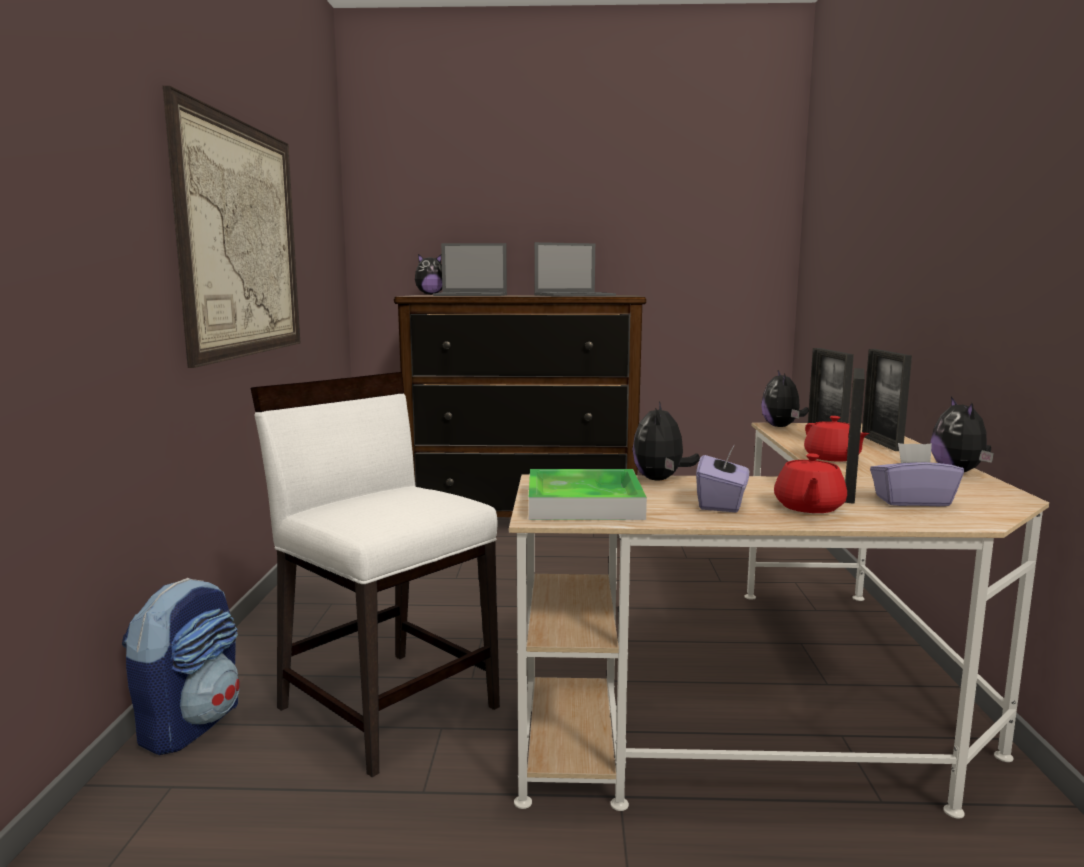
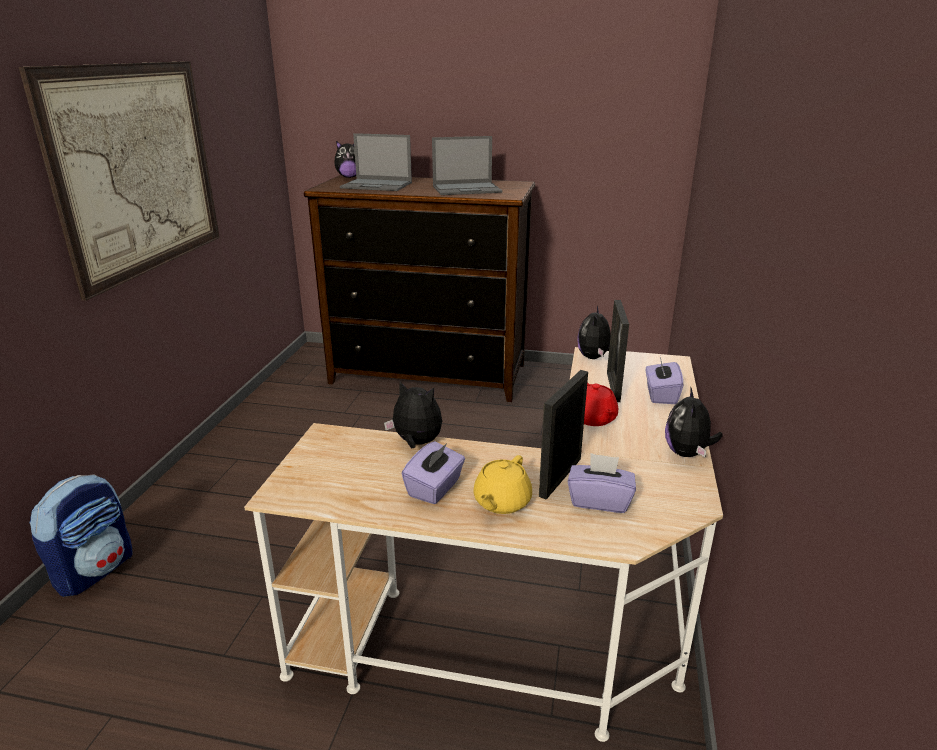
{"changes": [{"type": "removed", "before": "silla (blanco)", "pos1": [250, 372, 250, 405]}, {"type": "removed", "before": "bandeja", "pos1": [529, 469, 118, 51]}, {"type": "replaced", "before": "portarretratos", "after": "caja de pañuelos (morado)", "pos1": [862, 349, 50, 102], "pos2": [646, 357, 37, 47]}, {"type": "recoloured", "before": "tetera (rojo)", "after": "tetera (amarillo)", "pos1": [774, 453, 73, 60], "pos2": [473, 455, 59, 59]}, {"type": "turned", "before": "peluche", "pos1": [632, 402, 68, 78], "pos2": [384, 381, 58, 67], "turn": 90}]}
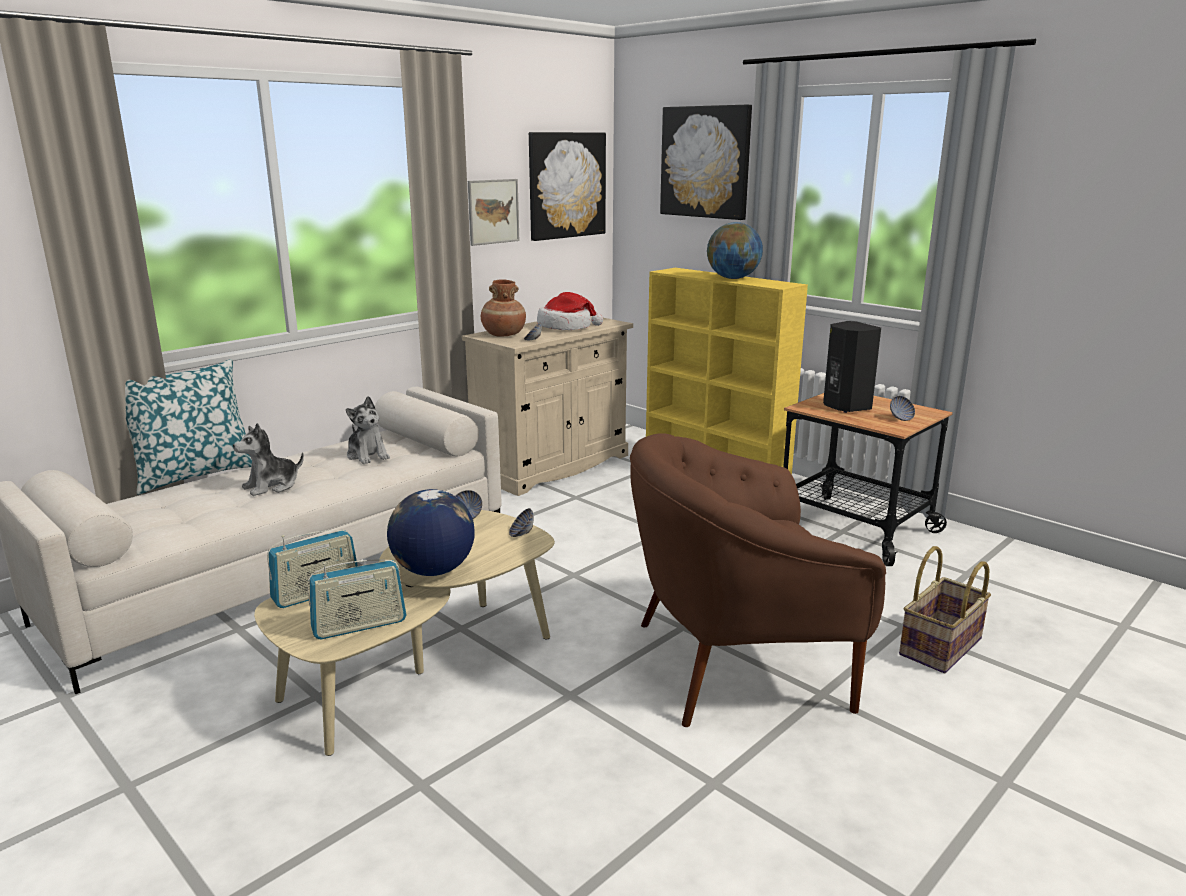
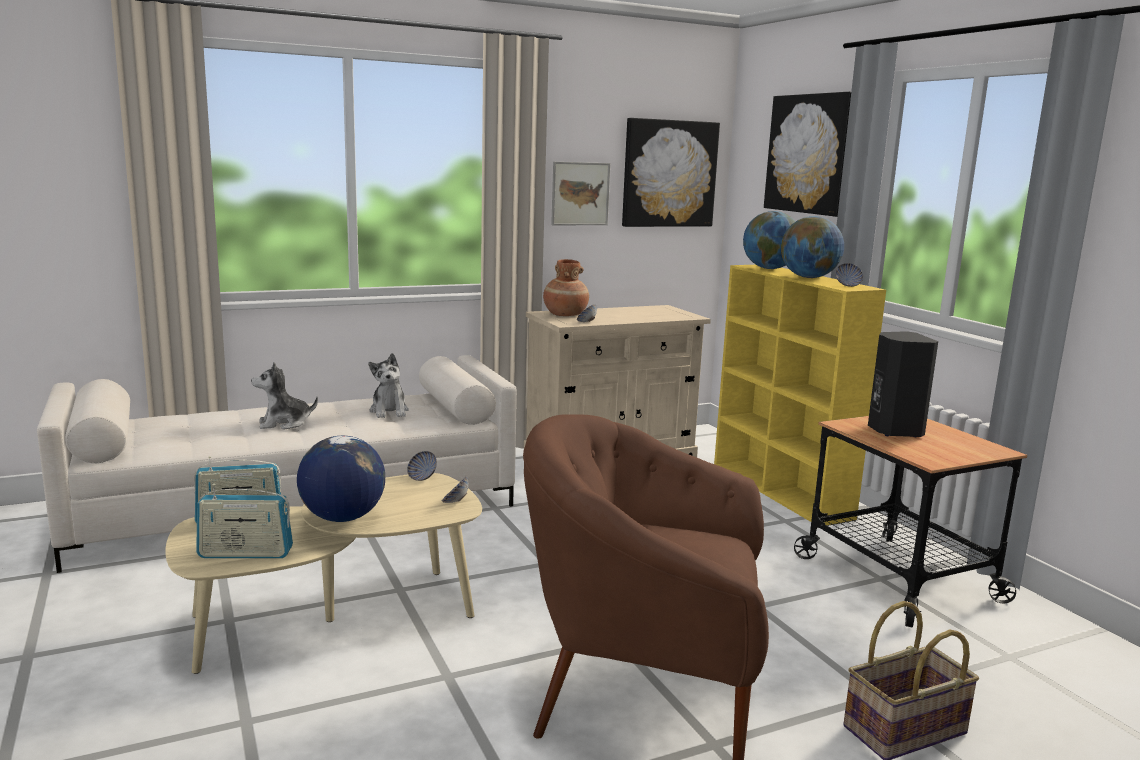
{"changes": [{"type": "removed", "before": "cojín", "pos1": [125, 359, 127, 136]}, {"type": "removed", "before": "sombrero", "pos1": [537, 292, 66, 38]}, {"type": "added", "after": "globo terráqueo", "pos2": [743, 211, 53, 58]}, {"type": "moved", "before": "cuenco", "pos1": [890, 396, 25, 25], "pos2": [836, 263, 27, 24]}]}
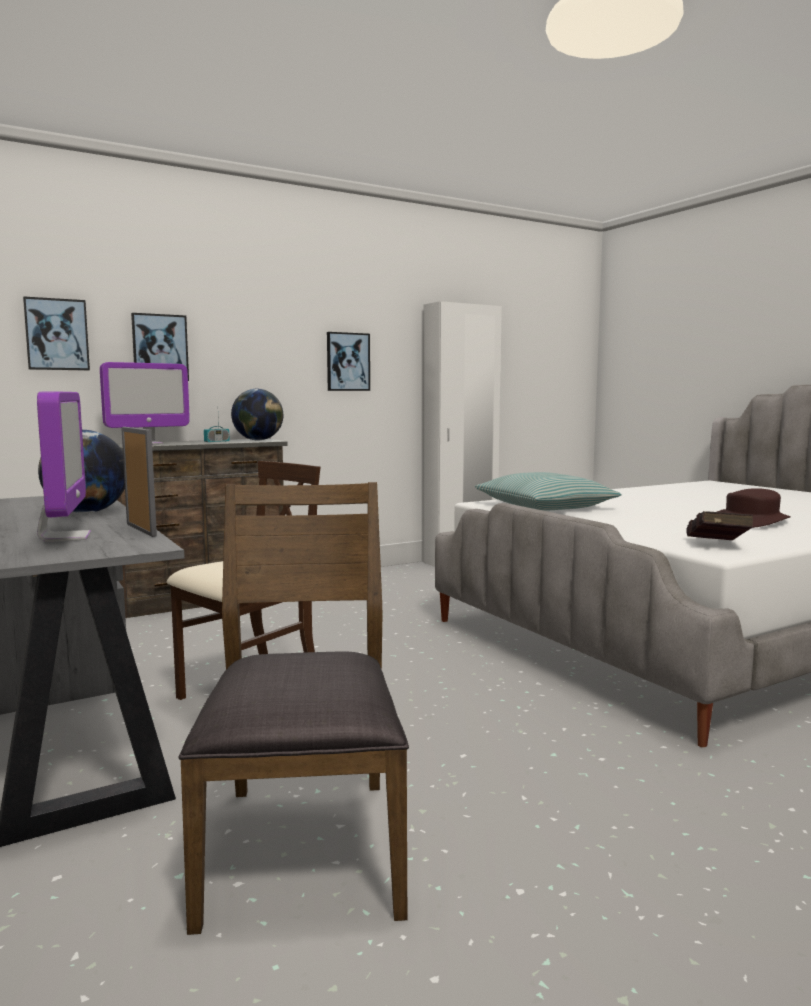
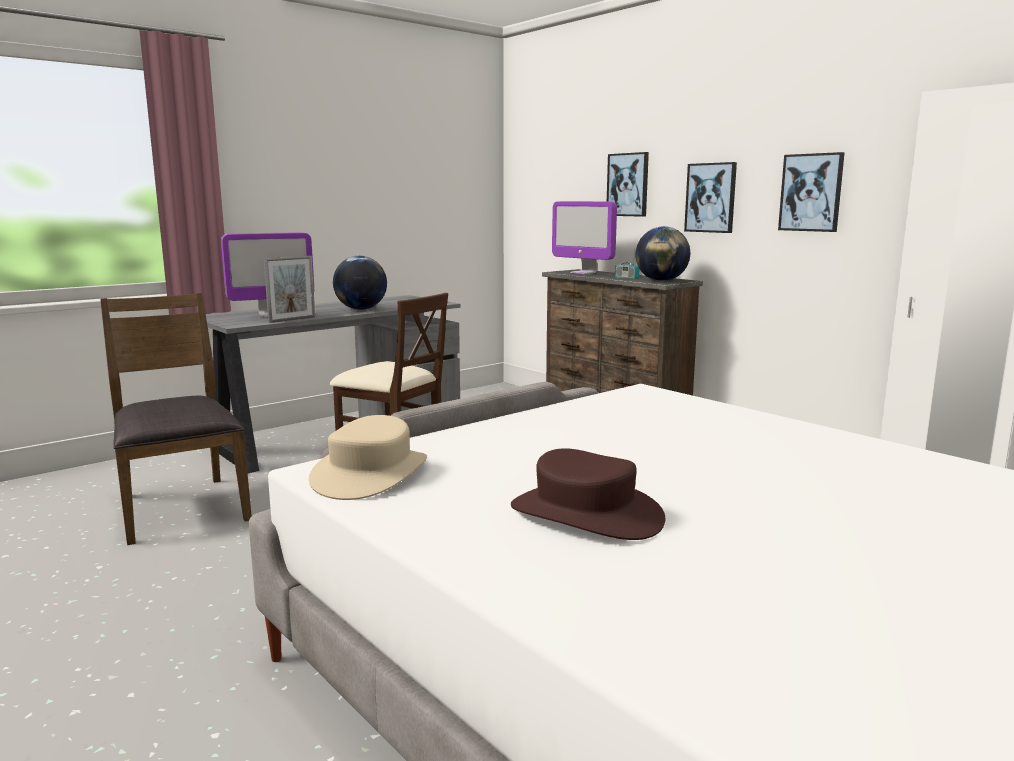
{"changes": [{"type": "removed", "before": "cojín", "pos1": [475, 472, 146, 38]}, {"type": "moved", "before": "cuadro", "pos1": [23, 296, 67, 74], "pos2": [684, 162, 53, 71]}, {"type": "replaced", "before": "libro (rojo)", "after": "sombrero (beis)", "pos1": [686, 511, 67, 29], "pos2": [309, 415, 118, 85]}, {"type": "turned", "before": "silla (marrón)", "pos1": [179, 482, 230, 453], "pos2": [100, 293, 152, 252], "turn": -105}]}
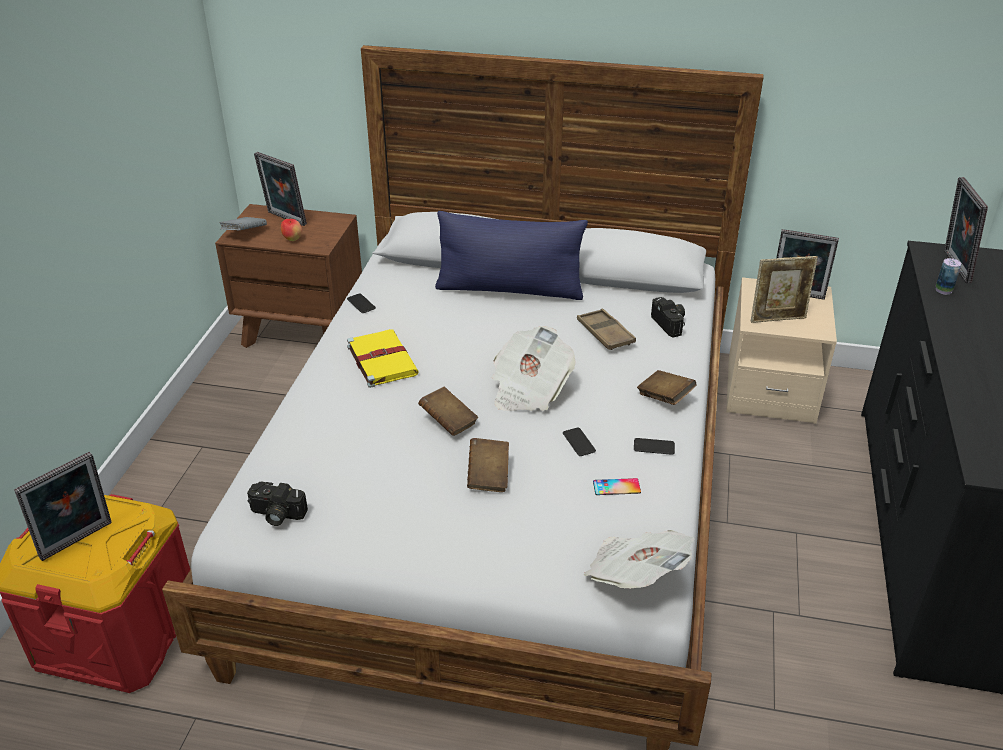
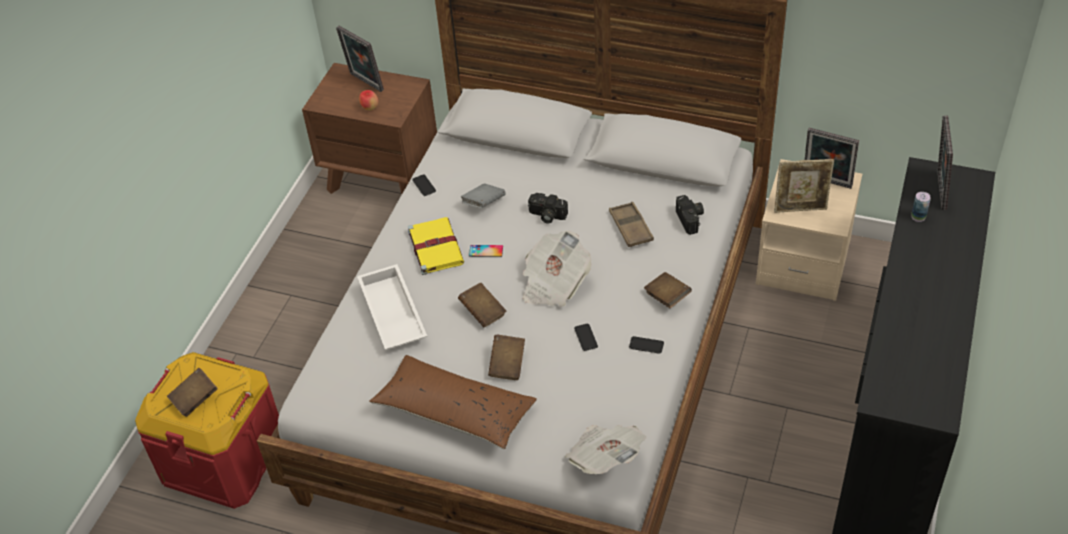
{"changes": [{"type": "removed", "before": "cojín (azul)", "pos1": [435, 211, 153, 89]}, {"type": "added", "after": "bandeja (blanco)", "pos2": [357, 264, 70, 86]}, {"type": "added", "after": "cojín (marrón)", "pos2": [369, 355, 168, 94]}, {"type": "moved", "before": "libro (gris)", "pos1": [219, 217, 48, 13], "pos2": [461, 184, 45, 24]}, {"type": "moved", "before": "cámara", "pos1": [247, 482, 61, 44], "pos2": [528, 193, 40, 31]}, {"type": "moved", "before": "móvil", "pos1": [593, 478, 48, 17], "pos2": [469, 245, 34, 12]}, {"type": "replaced", "before": "portarretratos", "after": "libro (marrón)", "pos1": [14, 452, 98, 109], "pos2": [167, 368, 51, 49]}]}
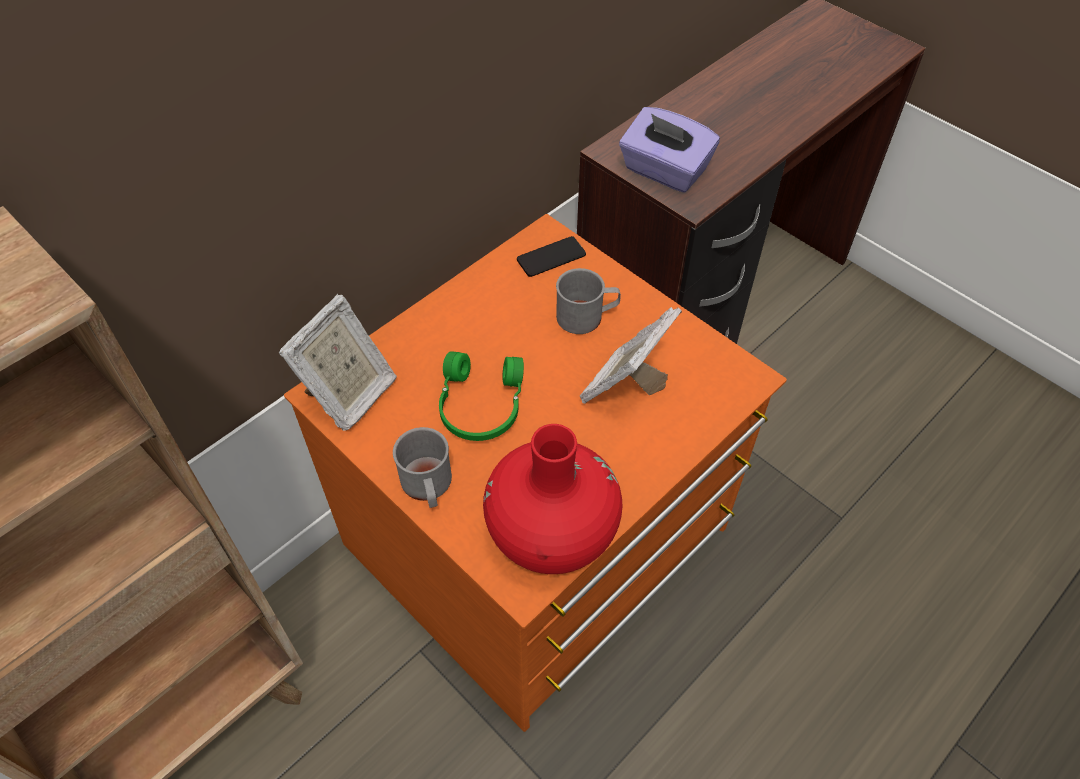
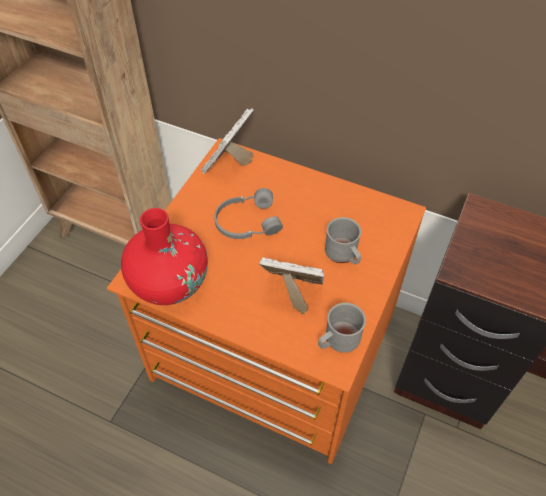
{"changes": [{"type": "removed", "before": "móvil", "pos1": [517, 236, 69, 41]}, {"type": "removed", "before": "caja de pañuelos (morado)", "pos1": [619, 107, 101, 86]}, {"type": "moved", "before": "taza grande (gris)", "pos1": [393, 427, 59, 81], "pos2": [318, 303, 48, 50]}, {"type": "recoloured", "before": "auriculares (verde)", "after": "auriculares (gris)", "pos1": [439, 351, 85, 90], "pos2": [214, 188, 69, 51]}, {"type": "turned", "before": "portarretratos", "pos1": [279, 294, 118, 137], "pos2": [201, 108, 53, 66], "turn": 105}]}
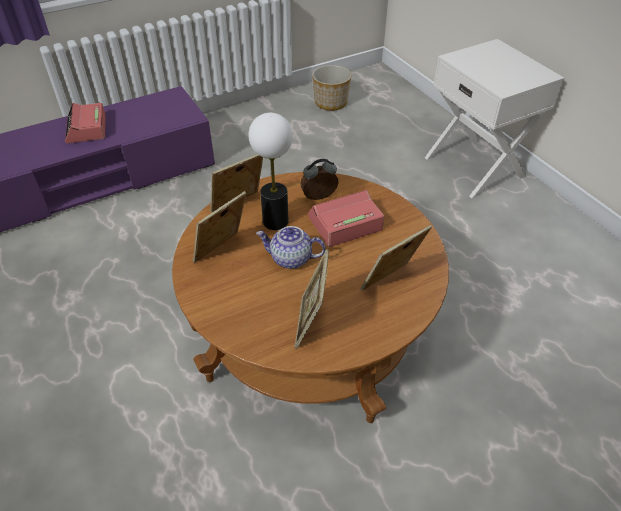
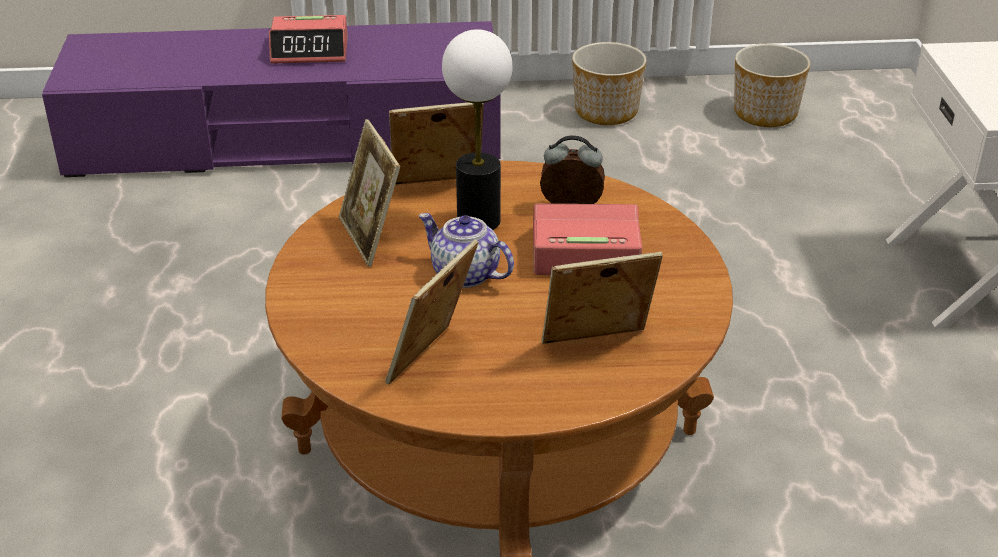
{"changes": [{"type": "added", "after": "maceta", "pos2": [572, 42, 75, 83]}, {"type": "turned", "before": "despertador", "pos1": [65, 103, 41, 40], "pos2": [269, 15, 79, 49], "turn": -105}, {"type": "turned", "before": "portarretratos", "pos1": [193, 191, 53, 72], "pos2": [339, 119, 61, 148], "turn": -90}]}
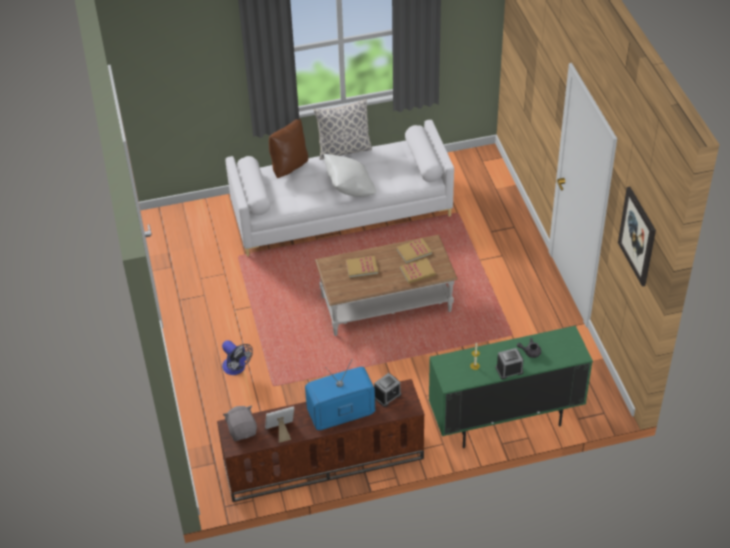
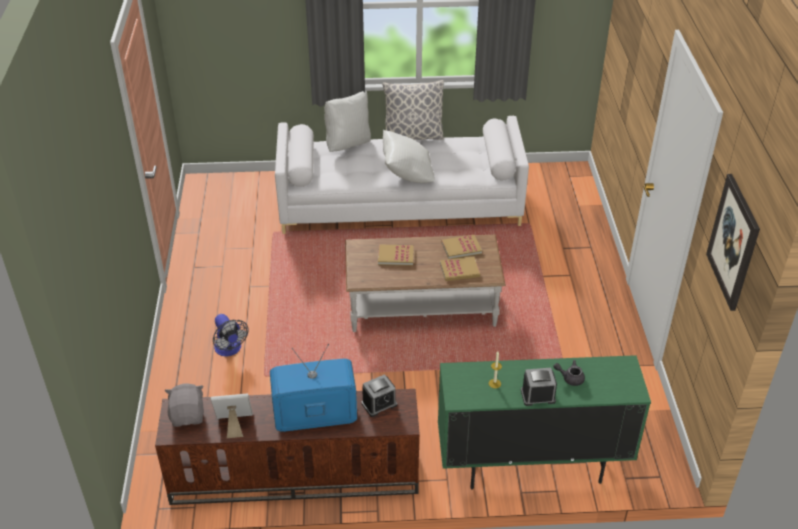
{"changes": [{"type": "recoloured", "before": "cojín (marrón)", "after": "cojín (blanco)", "pos1": [269, 118, 39, 60], "pos2": [324, 91, 47, 61]}]}
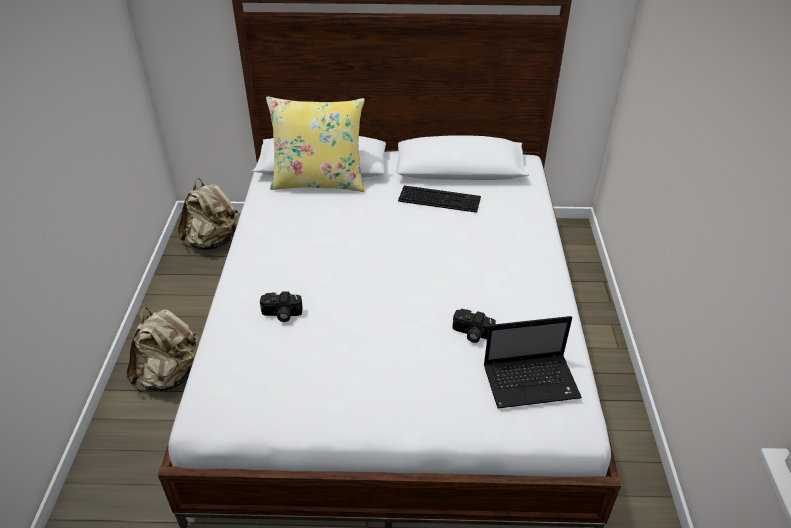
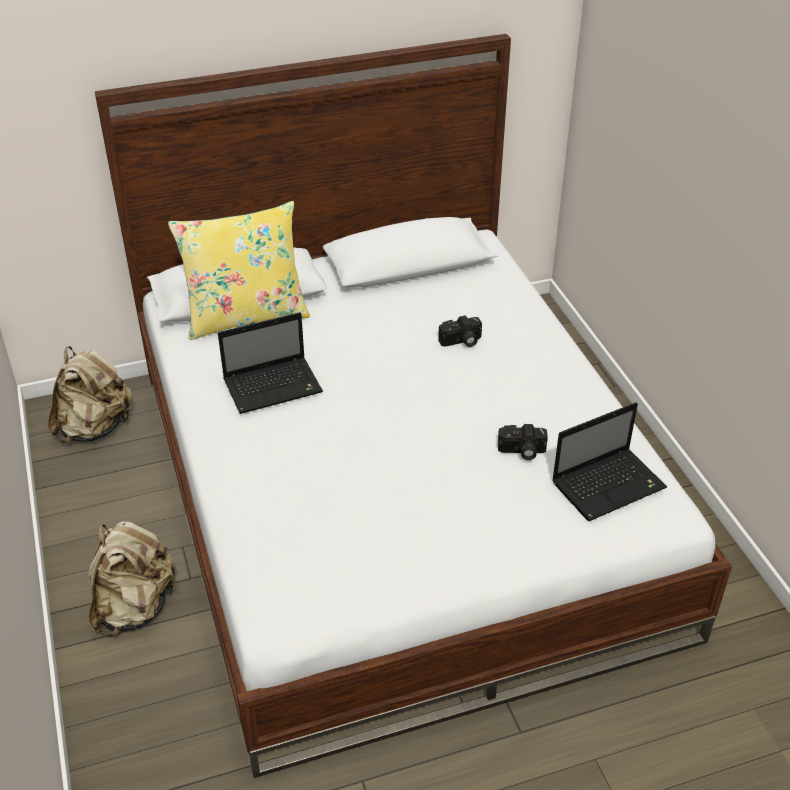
{"changes": [{"type": "removed", "before": "teclado", "pos1": [398, 185, 83, 28]}, {"type": "added", "after": "portátil", "pos2": [218, 312, 105, 102]}, {"type": "moved", "before": "cámara", "pos1": [260, 292, 43, 30], "pos2": [438, 315, 44, 32]}]}
